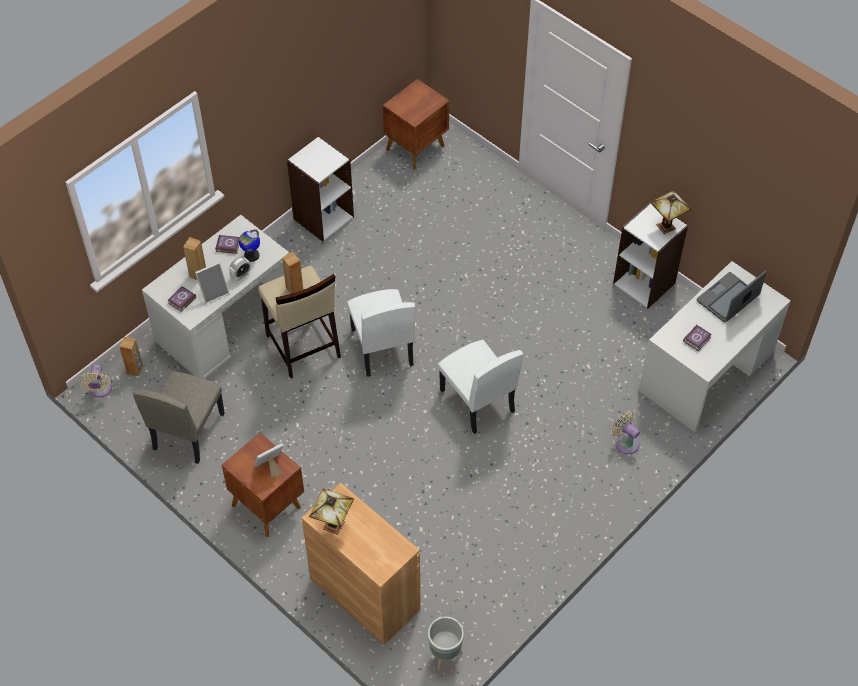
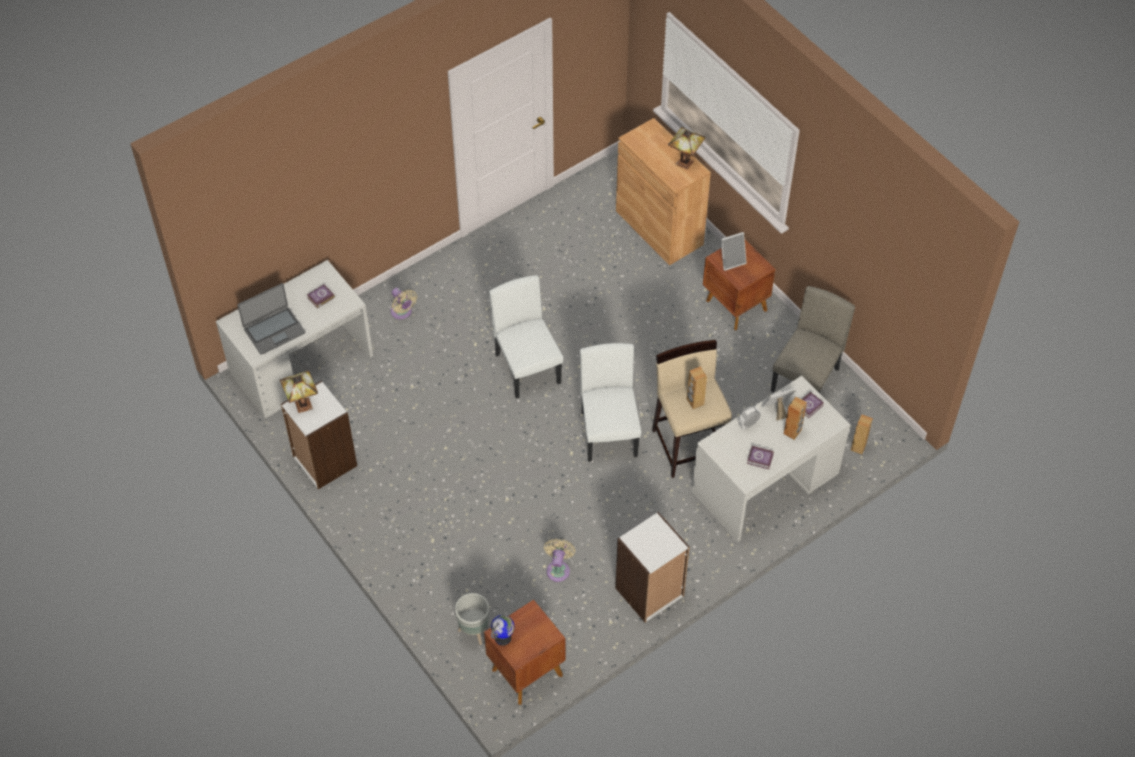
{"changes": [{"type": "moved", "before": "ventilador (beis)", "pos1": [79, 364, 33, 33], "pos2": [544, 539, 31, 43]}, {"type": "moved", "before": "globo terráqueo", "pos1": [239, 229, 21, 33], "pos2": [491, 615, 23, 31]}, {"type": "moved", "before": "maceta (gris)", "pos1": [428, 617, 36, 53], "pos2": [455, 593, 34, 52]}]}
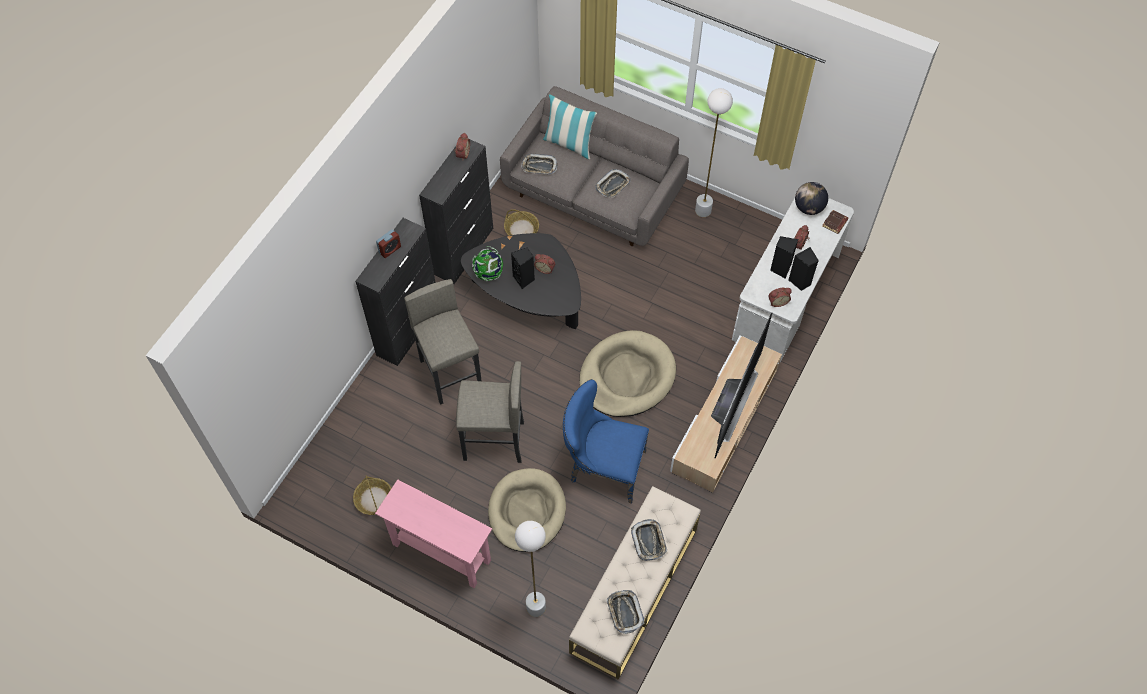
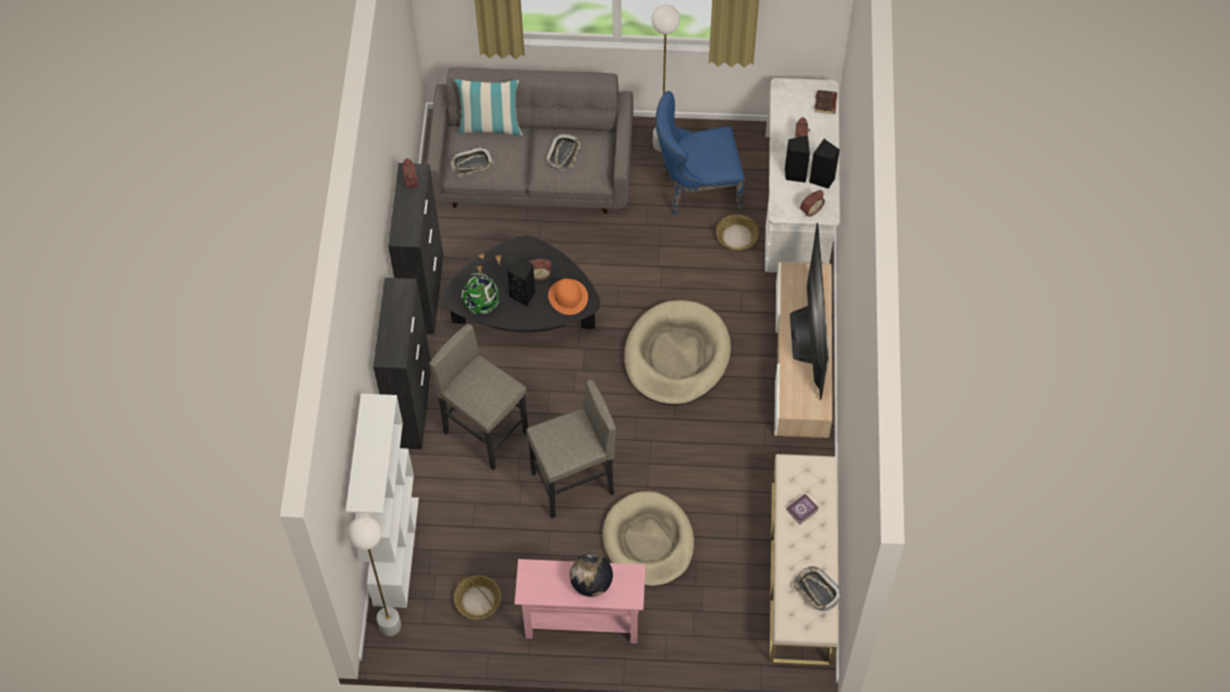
{"changes": [{"type": "removed", "before": "despertador", "pos1": [376, 229, 25, 29]}, {"type": "added", "after": "estantería (blanco)", "pos2": [346, 394, 73, 214]}, {"type": "added", "after": "sombrero (naranja)", "pos2": [548, 278, 40, 37]}, {"type": "moved", "before": "cesta", "pos1": [504, 209, 35, 27], "pos2": [716, 214, 43, 37]}, {"type": "moved", "before": "lámpara de pie (blanco)", "pos1": [515, 521, 31, 96], "pos2": [347, 516, 54, 120]}, {"type": "moved", "before": "silla (azul)", "pos1": [563, 379, 86, 125], "pos2": [656, 91, 89, 124]}, {"type": "moved", "before": "globo terráqueo", "pos1": [795, 182, 33, 33], "pos2": [570, 553, 43, 44]}, {"type": "replaced", "before": "bandeja", "after": "libro", "pos1": [631, 519, 37, 42], "pos2": [786, 494, 32, 30]}]}
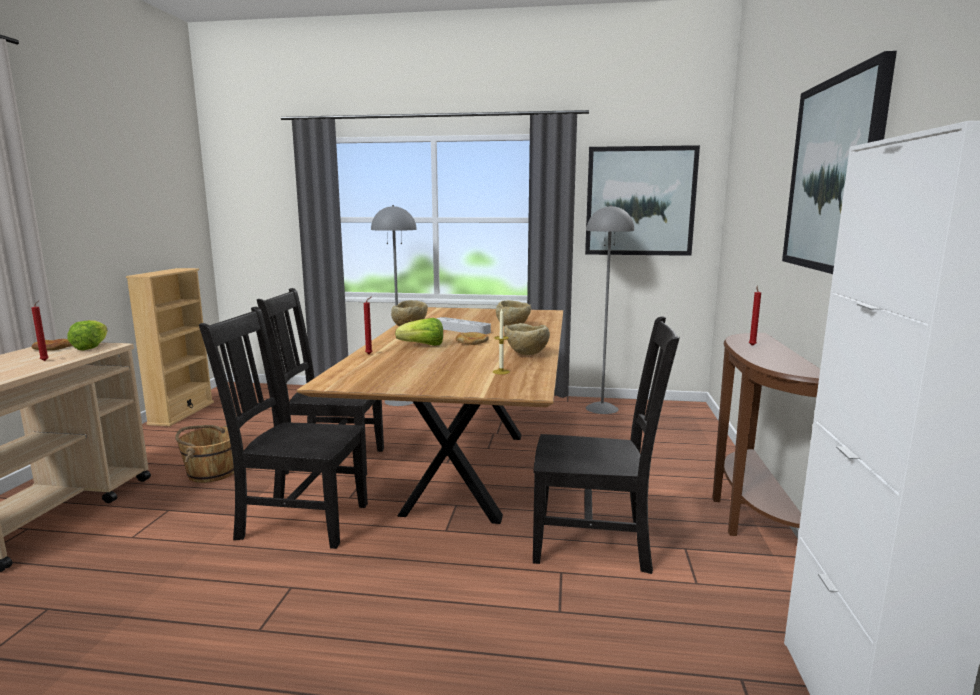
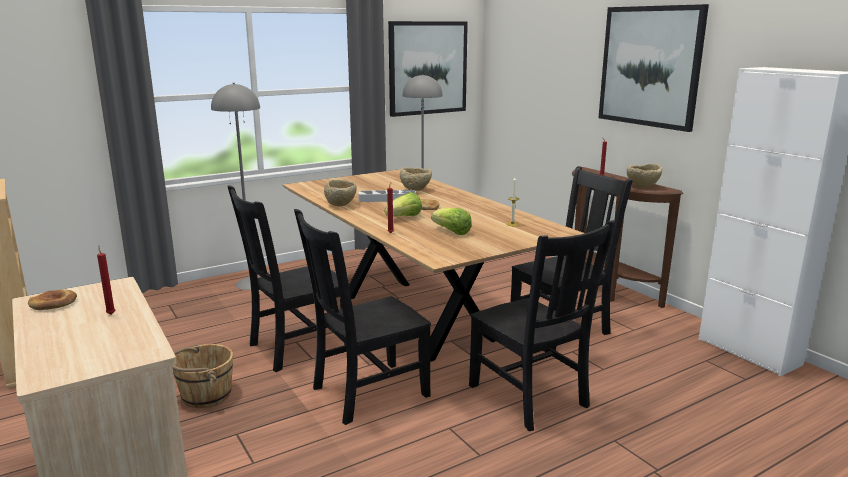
{"changes": [{"type": "added", "after": "silla (negro)", "pos2": [469, 220, 147, 211]}, {"type": "moved", "before": "lechuga", "pos1": [67, 320, 41, 30], "pos2": [431, 208, 41, 27]}, {"type": "moved", "before": "cuenco (beis)", "pos1": [504, 323, 46, 32], "pos2": [627, 164, 36, 23]}]}
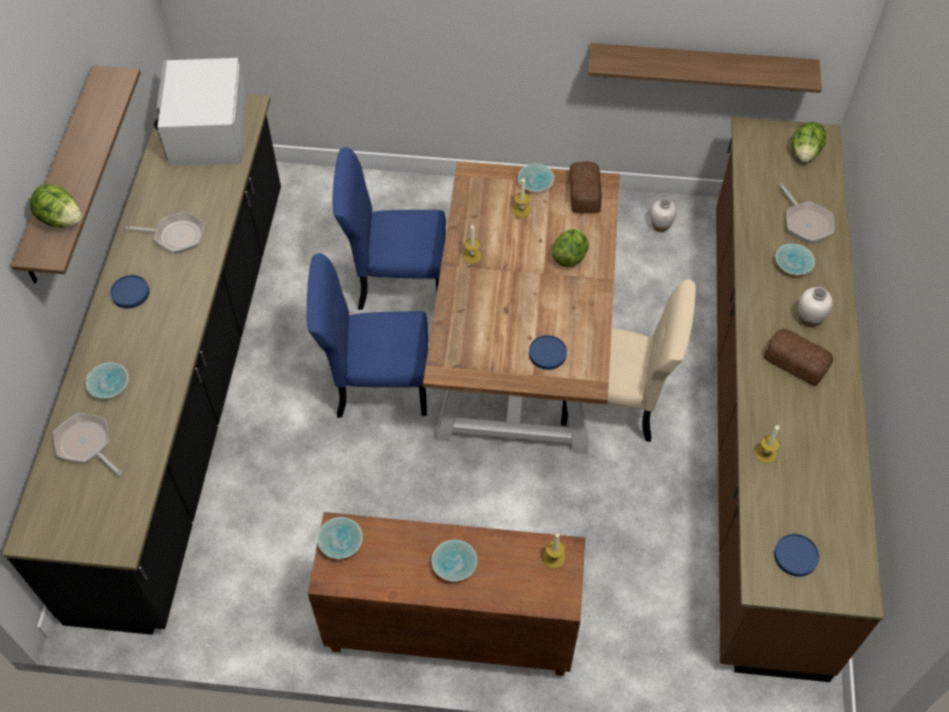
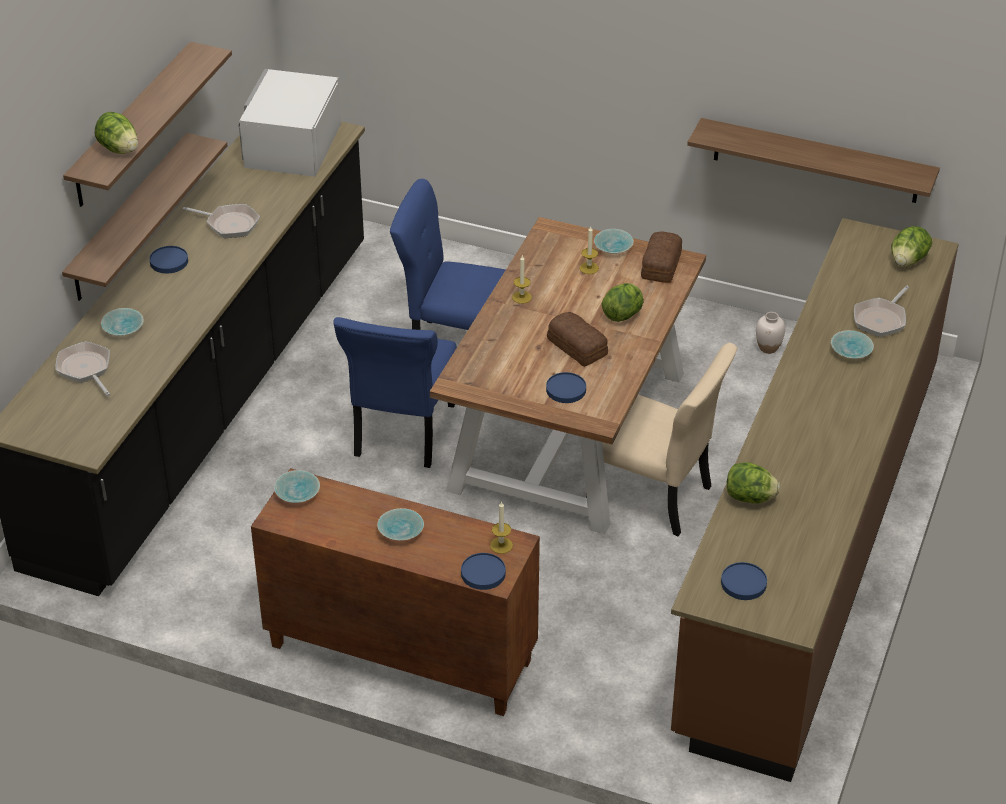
{"changes": [{"type": "removed", "before": "florero (blanco)", "pos1": [798, 287, 35, 40]}, {"type": "added", "after": "estante", "pos2": [62, 133, 166, 168]}, {"type": "added", "after": "plato (azul)", "pos2": [461, 553, 45, 37]}, {"type": "moved", "before": "pan", "pos1": [764, 329, 69, 58], "pos2": [547, 312, 61, 55]}, {"type": "replaced", "before": "vela", "after": "lechuga", "pos1": [755, 425, 25, 38], "pos2": [727, 462, 53, 42]}, {"type": "turned", "before": "silla (azul)", "pos1": [307, 253, 121, 165], "pos2": [333, 317, 124, 151], "turn": -90}, {"type": "turned", "before": "sartén", "pos1": [780, 184, 54, 59], "pos2": [854, 286, 55, 51], "turn": 45}]}
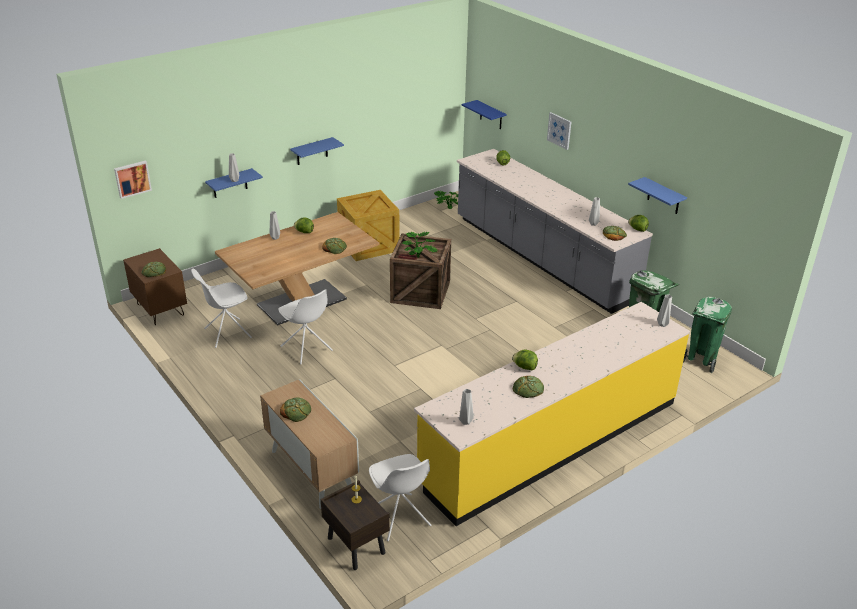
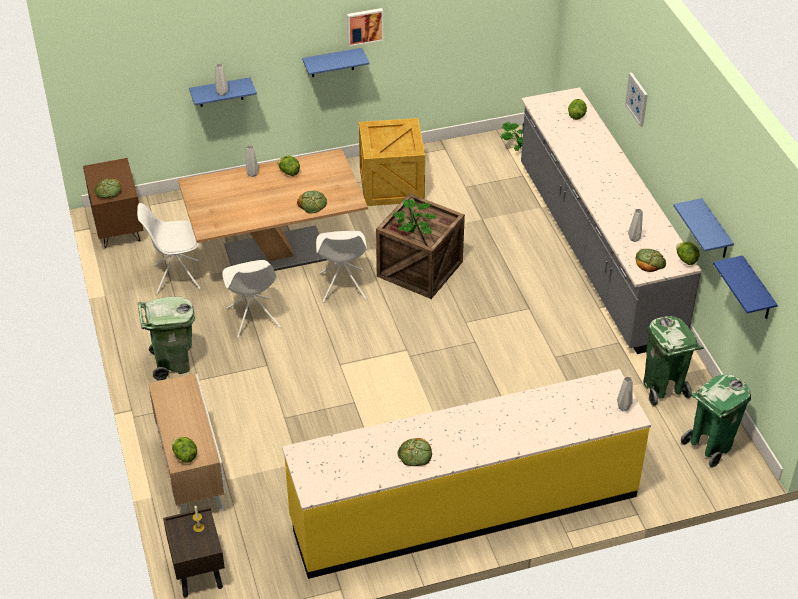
{"changes": [{"type": "removed", "before": "pan", "pos1": [280, 398, 31, 24]}, {"type": "removed", "before": "florero (gris)", "pos1": [459, 389, 15, 36]}, {"type": "added", "after": "papelera (verde)", "pos2": [138, 297, 57, 84]}, {"type": "moved", "before": "cuadro", "pos1": [114, 161, 38, 38], "pos2": [347, 8, 37, 39]}, {"type": "moved", "before": "silla (blanco)", "pos1": [369, 454, 63, 87], "pos2": [316, 231, 51, 72]}, {"type": "moved", "before": "estante (azul)", "pos1": [462, 100, 45, 29], "pos2": [713, 255, 64, 64]}, {"type": "moved", "before": "lechuga", "pos1": [512, 350, 26, 20], "pos2": [172, 437, 25, 26]}]}
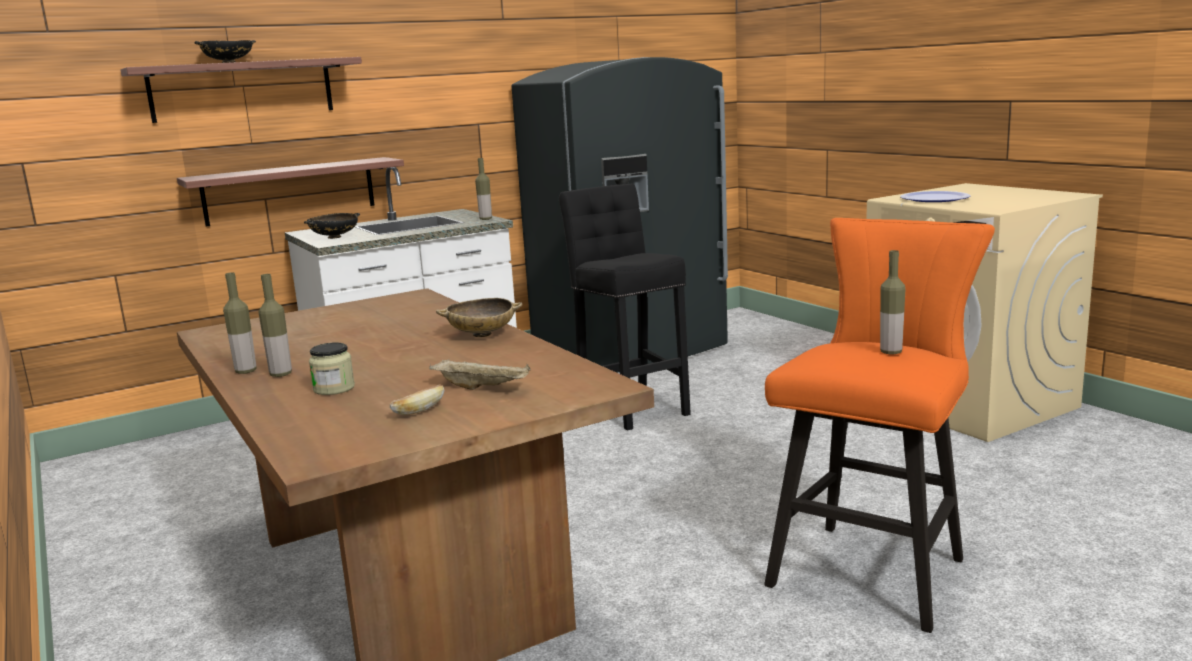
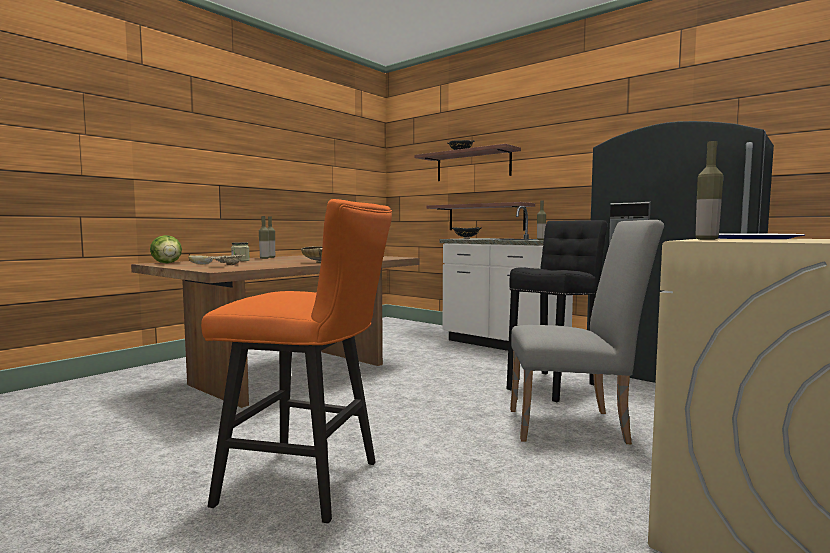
{"changes": [{"type": "added", "after": "lechuga", "pos2": [150, 235, 32, 28]}, {"type": "added", "after": "silla (gris)", "pos2": [510, 220, 154, 224]}, {"type": "moved", "before": "botella", "pos1": [880, 250, 25, 104], "pos2": [695, 141, 28, 99]}]}
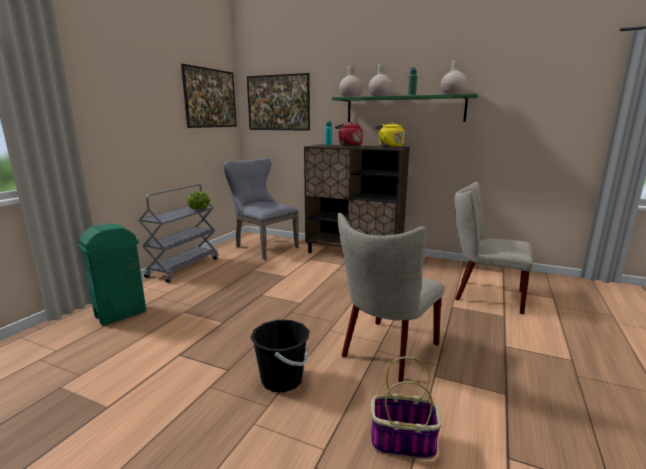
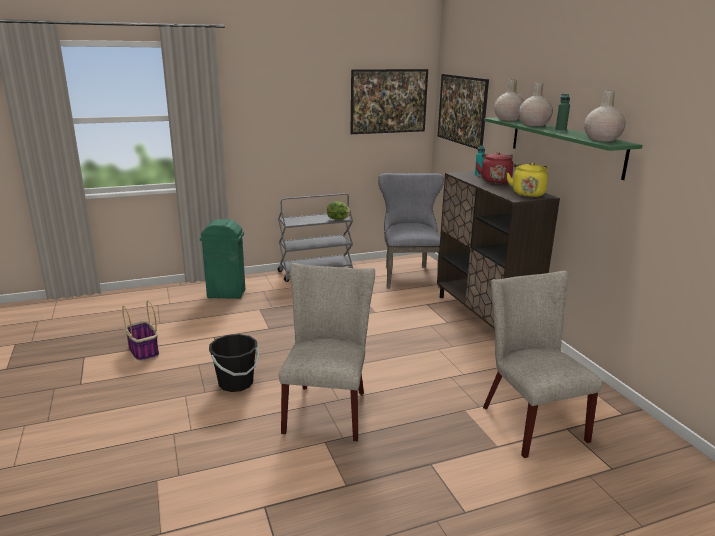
{"changes": [{"type": "moved", "before": "cesta", "pos1": [371, 356, 71, 103], "pos2": [122, 300, 37, 61]}, {"type": "turned", "before": "silla (beis)", "pos1": [338, 213, 107, 169], "pos2": [279, 263, 96, 178], "turn": 105}]}
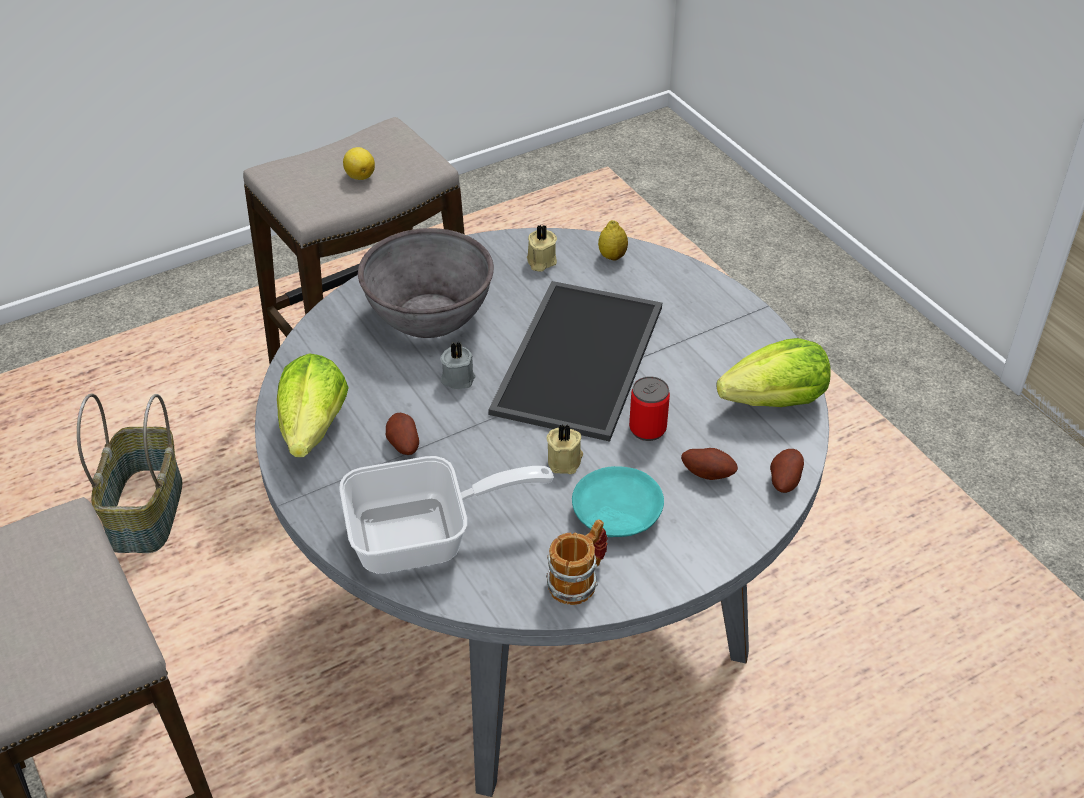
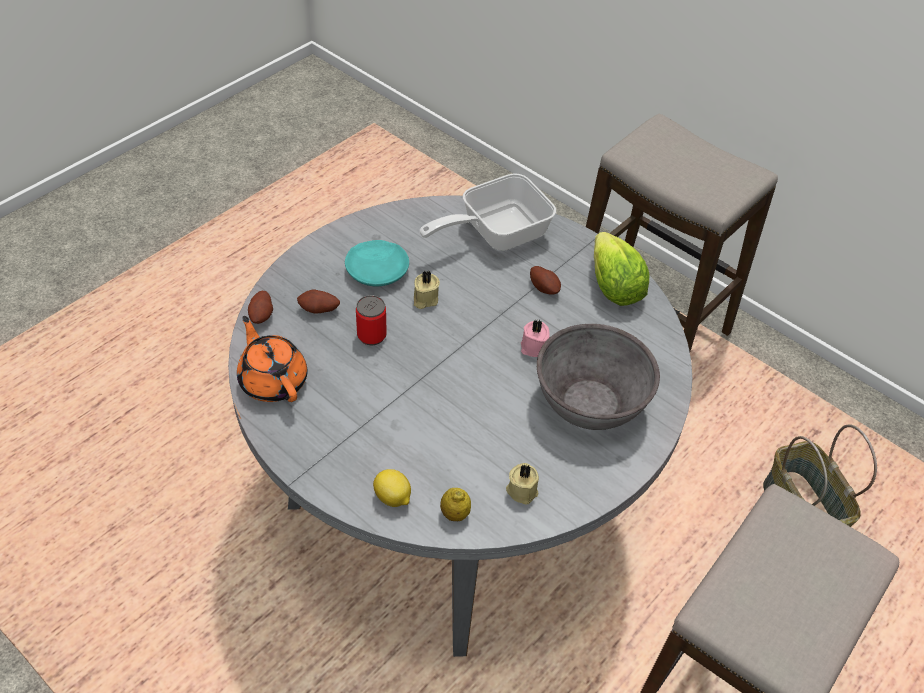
{"changes": [{"type": "removed", "before": "bandeja", "pos1": [488, 281, 174, 161]}, {"type": "removed", "before": "taza grande", "pos1": [546, 520, 61, 85]}, {"type": "moved", "before": "limón", "pos1": [343, 147, 32, 33], "pos2": [373, 469, 38, 38]}, {"type": "replaced", "before": "lechuga", "after": "tetera (naranja)", "pos1": [716, 338, 115, 69], "pos2": [237, 316, 70, 86]}, {"type": "recoloured", "before": "vela (gris)", "after": "vela (rosa)", "pos1": [440, 342, 36, 47], "pos2": [521, 320, 29, 37]}]}
